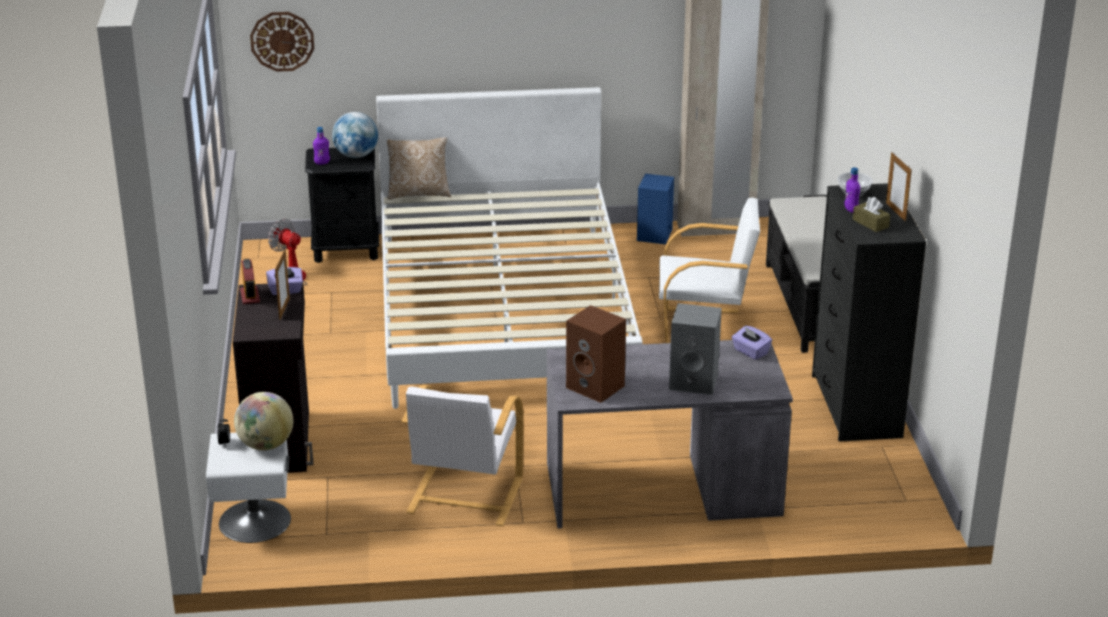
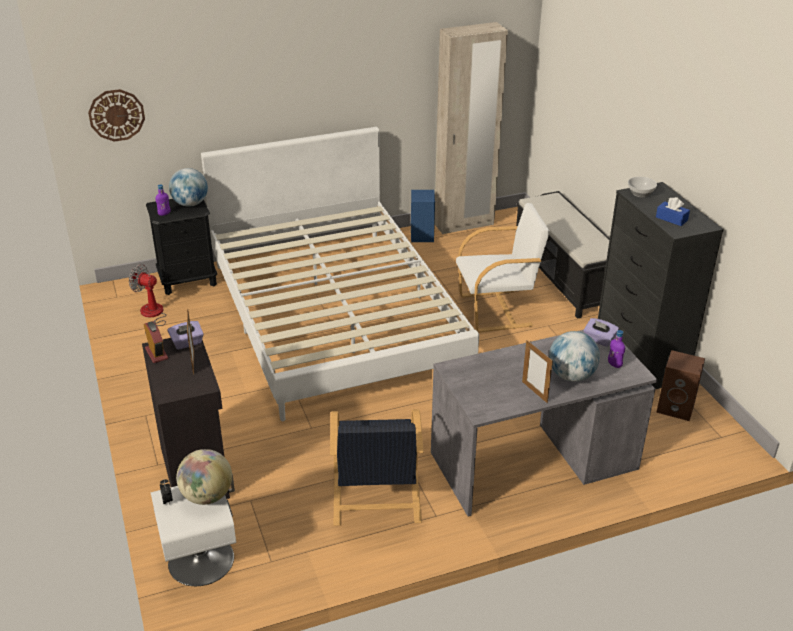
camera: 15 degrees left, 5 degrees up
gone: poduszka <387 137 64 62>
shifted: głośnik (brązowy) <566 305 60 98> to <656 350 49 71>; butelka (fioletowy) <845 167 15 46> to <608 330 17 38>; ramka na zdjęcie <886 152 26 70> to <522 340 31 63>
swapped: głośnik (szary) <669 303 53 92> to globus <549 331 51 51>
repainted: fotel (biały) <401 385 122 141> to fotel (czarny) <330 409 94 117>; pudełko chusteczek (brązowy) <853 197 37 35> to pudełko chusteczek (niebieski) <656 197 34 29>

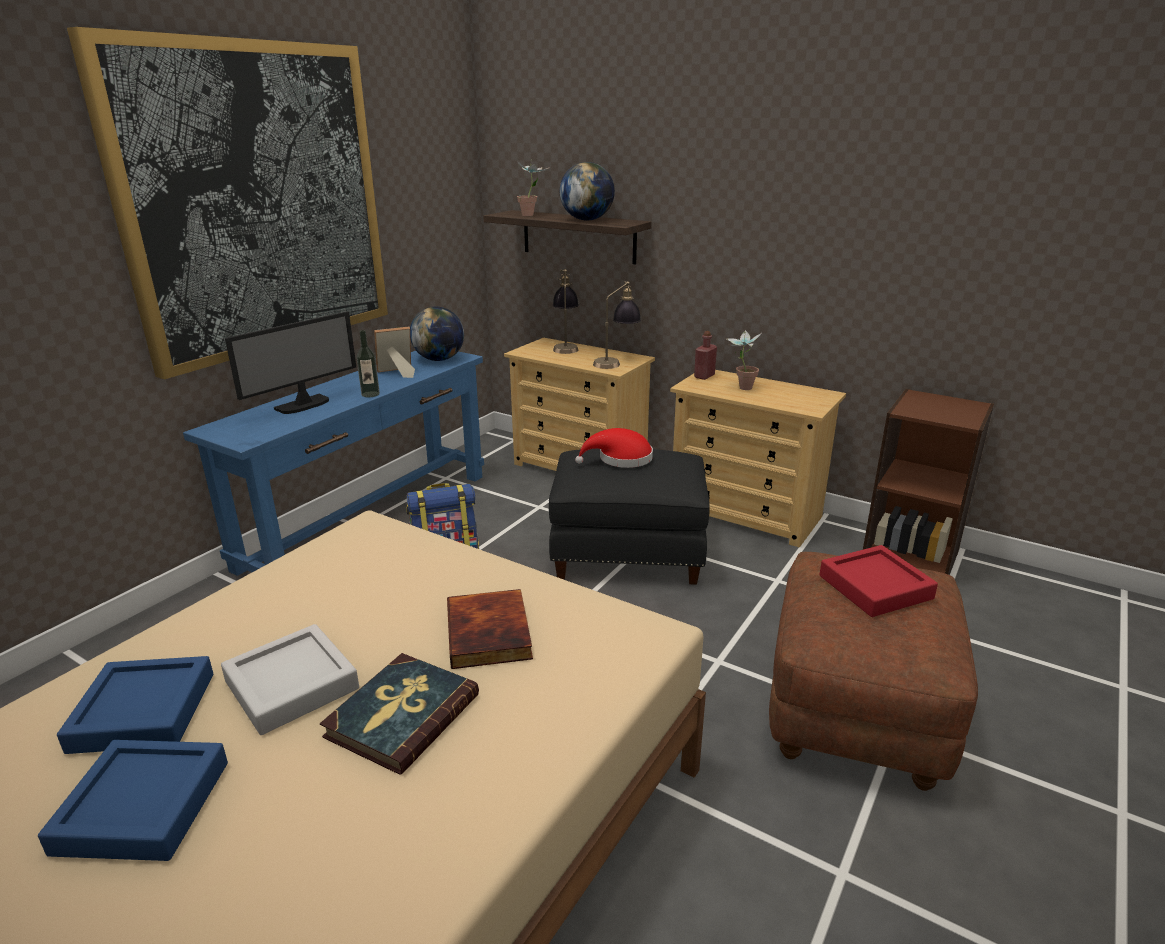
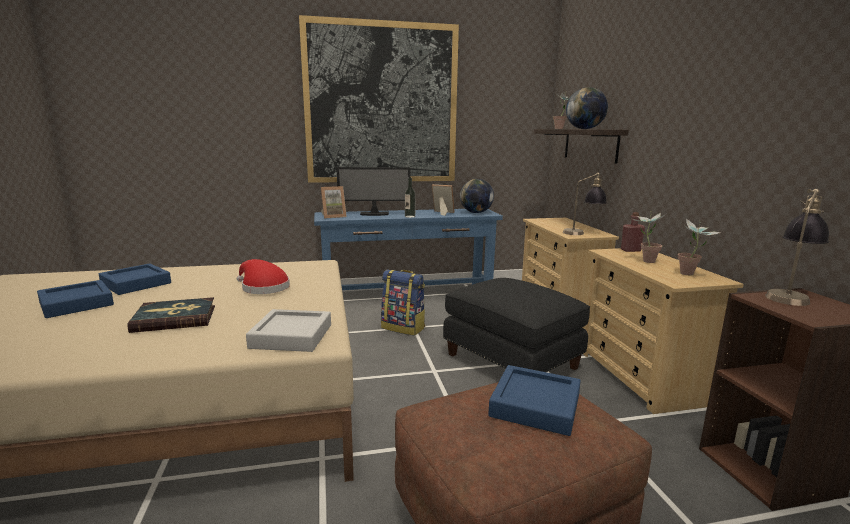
camera: 45 degrees right, 10 degrees down
gone: książka <447 589 86 80>
new: ramka na zdjęcie <321 186 26 33>; roślina doniczkowa <678 218 43 57>
shifted: taca (szary) <221 624 138 111> to <246 309 85 43>; lampa stołowa <552 269 27 85> to <765 189 64 117>; kapelusz (czerwony) <575 428 78 40> to <237 259 53 35>
repainted: taca (czerwony) <819 545 119 72> to taca (niebieski) <488 365 93 71>

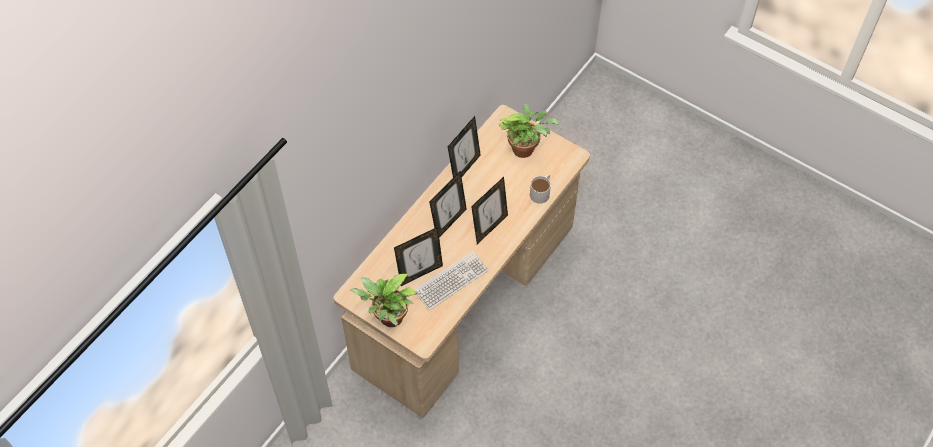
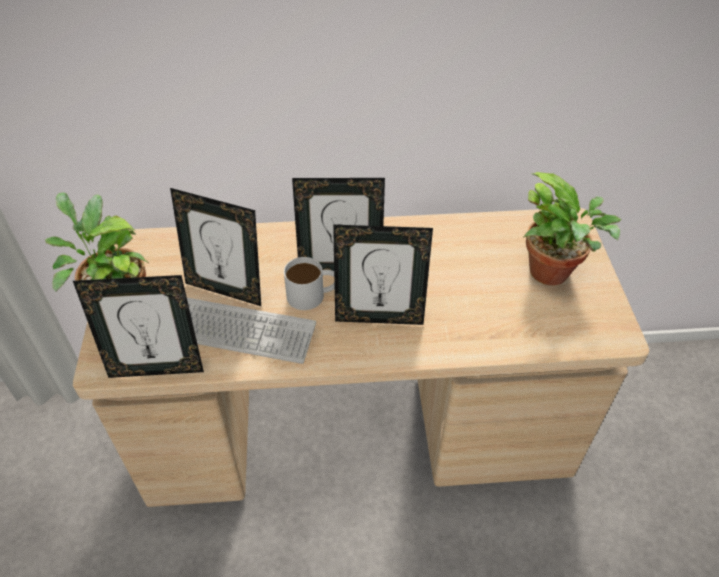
camera: 50 degrees right, 10 degrees down
shifted: ramka na zdjęcie <448 116 33 61> to <73 275 131 103>; kubek (biały) <530 174 21 30> to <284 257 51 53>

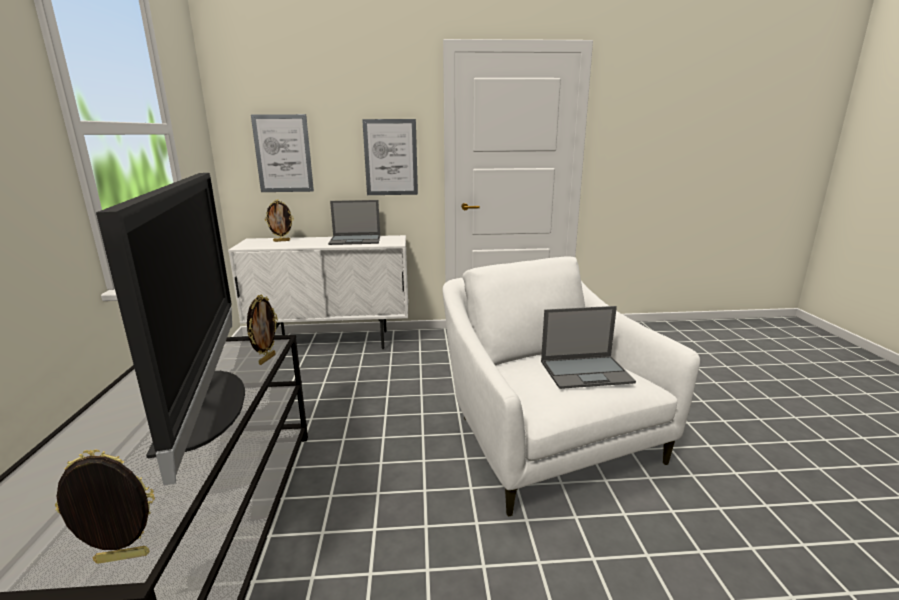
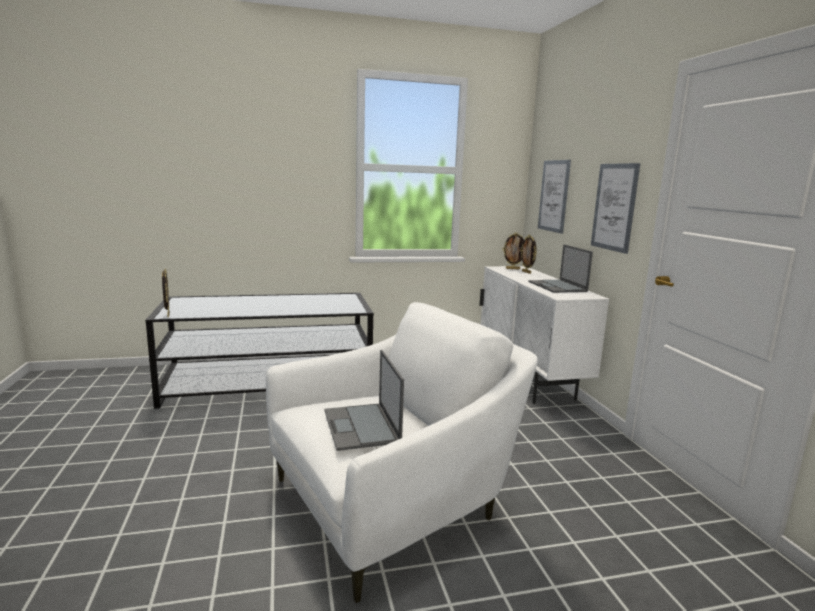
camera: 80 degrees right, 5 degrees down
gone: telewizor <96 173 149 313>
shifted: ramka na zdjęcie <247 295 31 70> to <503 233 21 37>

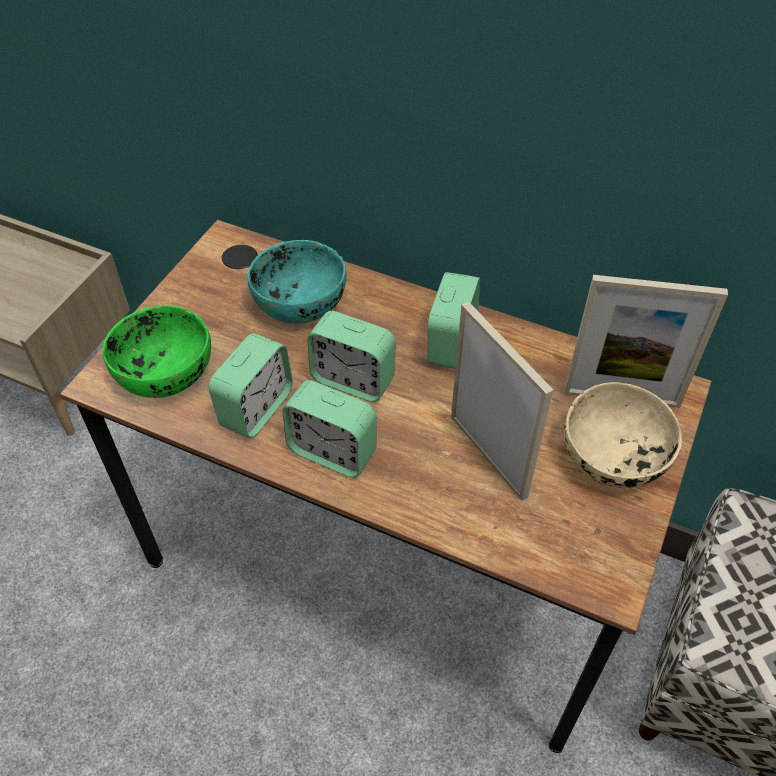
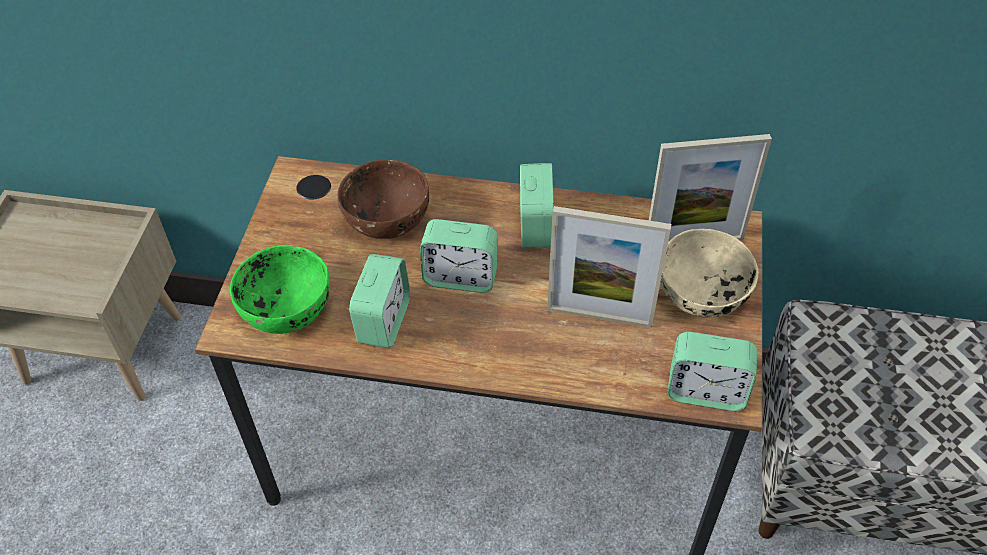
camera: 15 degrees left, 0 degrees up
shifted: budzik <282 380 95 98> to <668 332 89 79>
repainted: miska (turkusowy) <247 240 99 84> to miska (brązowy) <337 159 92 80>
rotated: ramka na zdjęcie <451 301 102 200> = <547 206 124 122> 150 degrees clockwise

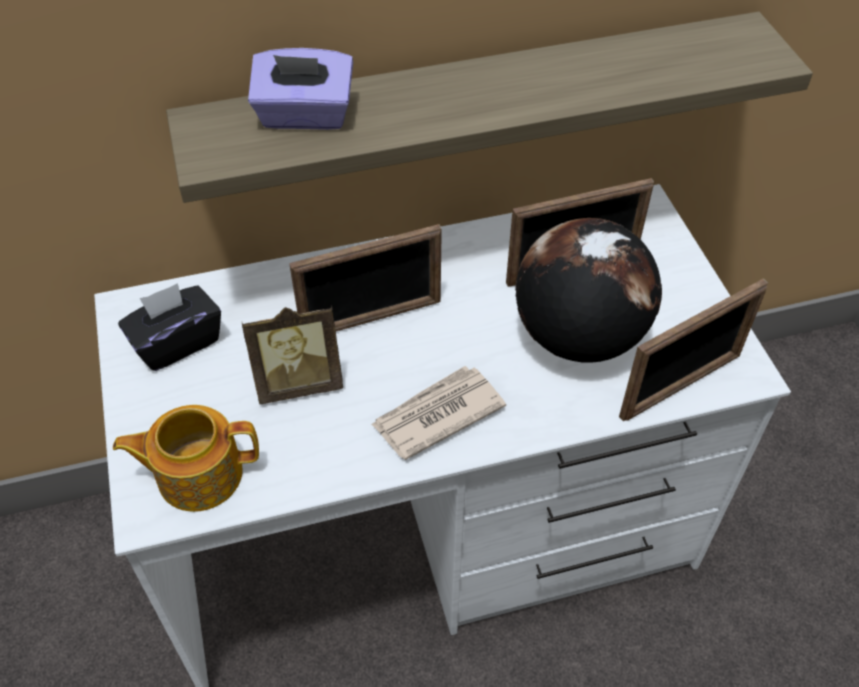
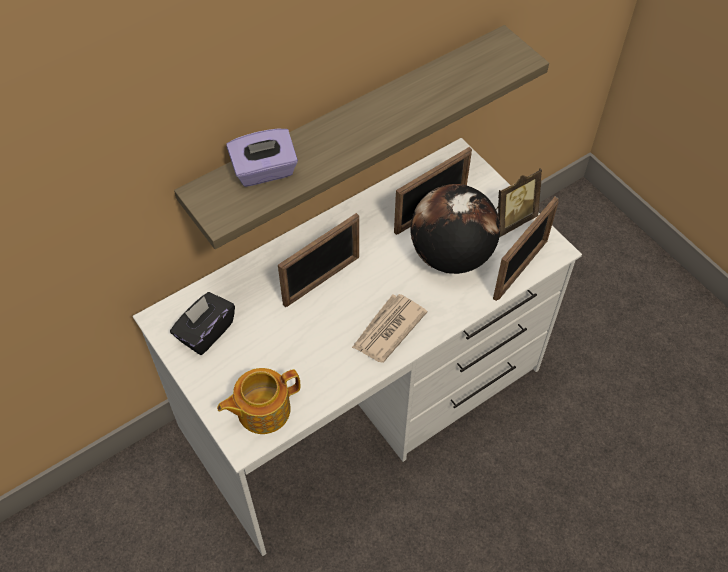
camera: 20 degrees left, 5 degrees up
shifted: ramka na zdjęcie <241 305 102 99> to <496 168 46 69>

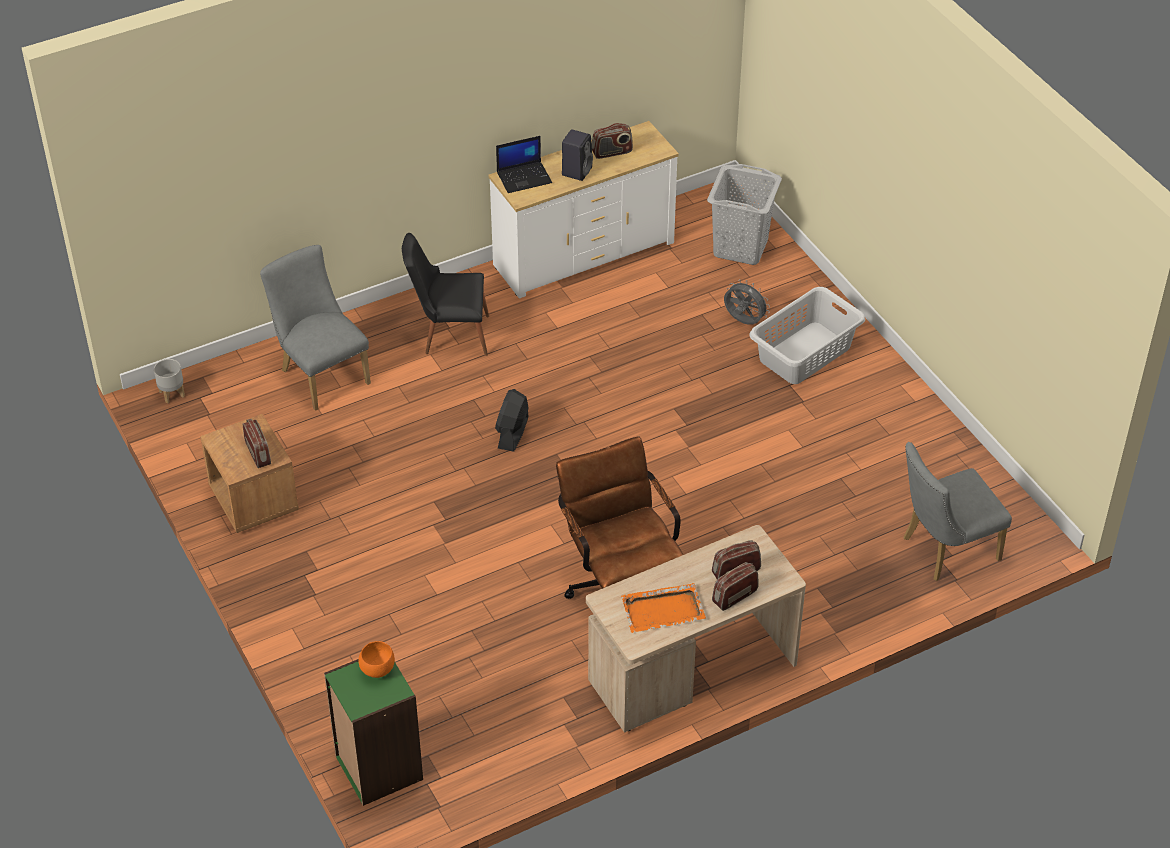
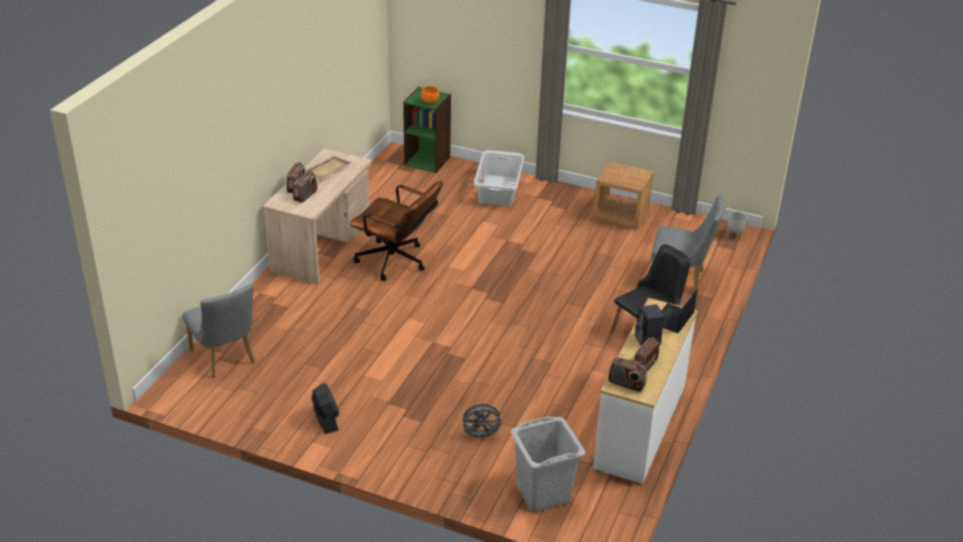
camera: 140 degrees right, 10 degrees down
shifted: radio <243 419 28 49> to <608 357 39 35>; wentylator (czarny) <495 389 34 63> to <312 383 27 51>; kosz na pranie (szary) <749 287 116 97> to <474 150 51 56>
repainted: taca (pomarańczowy) <621 583 85 50> to taca (beżowy) <305 155 47 25>
rotated: krzesło (szary) <904 442 108 139> = <183 284 73 94> 120 degrees clockwise

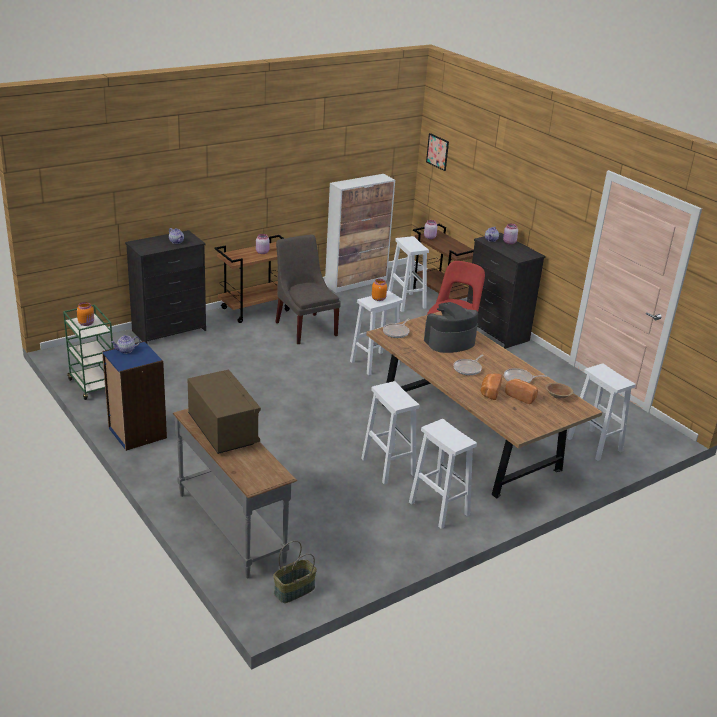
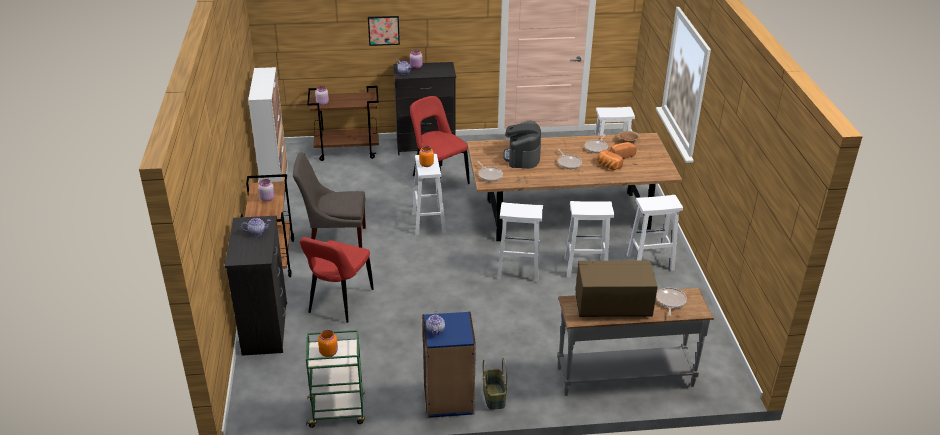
camera: 60 degrees left, 5 degrees up
new: krzesło (czerwony) <300 237 74 86>; patelnia <656 288 31 28>
shifted: koszyk <273 541 44 62> to <483 358 24 52>; stołek (biały) <388 236 41 76> to <497 202 46 80>; obraz <426 133 23 38> to <368 16 32 30>

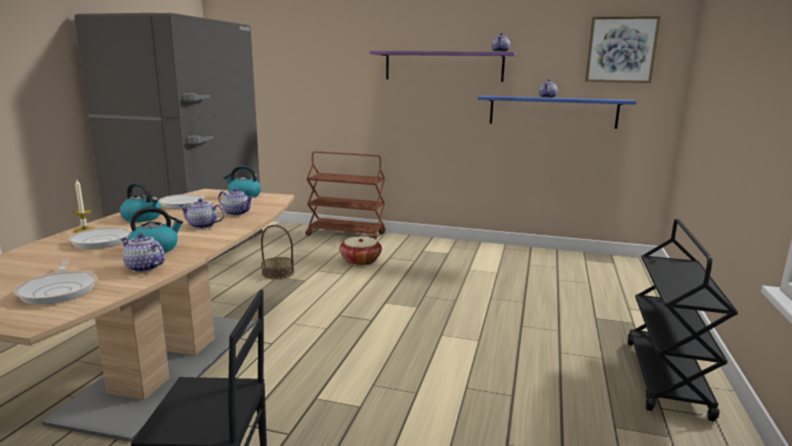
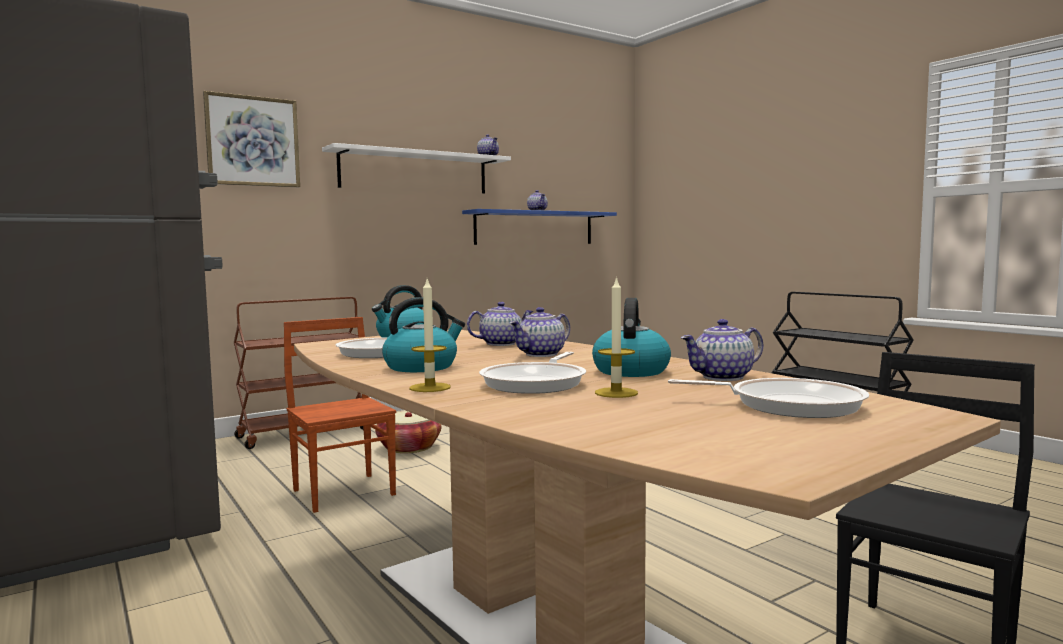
camera: 50 degrees left, 10 degrees down
new: świeca <595 276 43 122>
shifted: obraz <585 16 76 67> to <203 91 97 96>
swapped: koszyk <261 225 34 54> to krzesło (brązowy) <284 317 112 196>
repainted: półka (fioletowy) <370 51 146 31> to półka (biały) <322 143 189 51>

